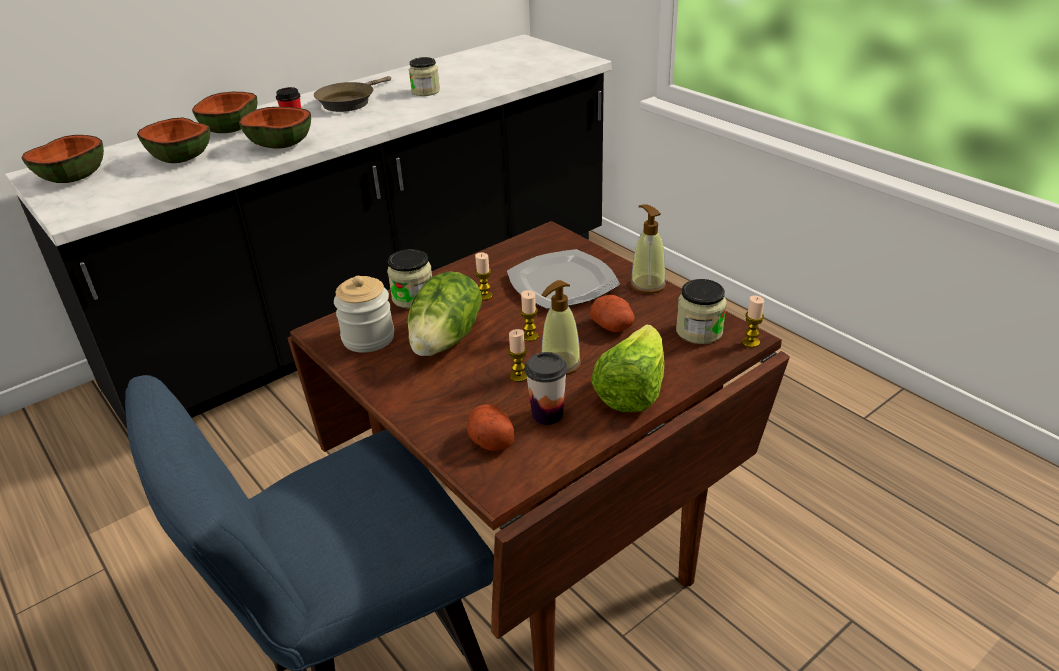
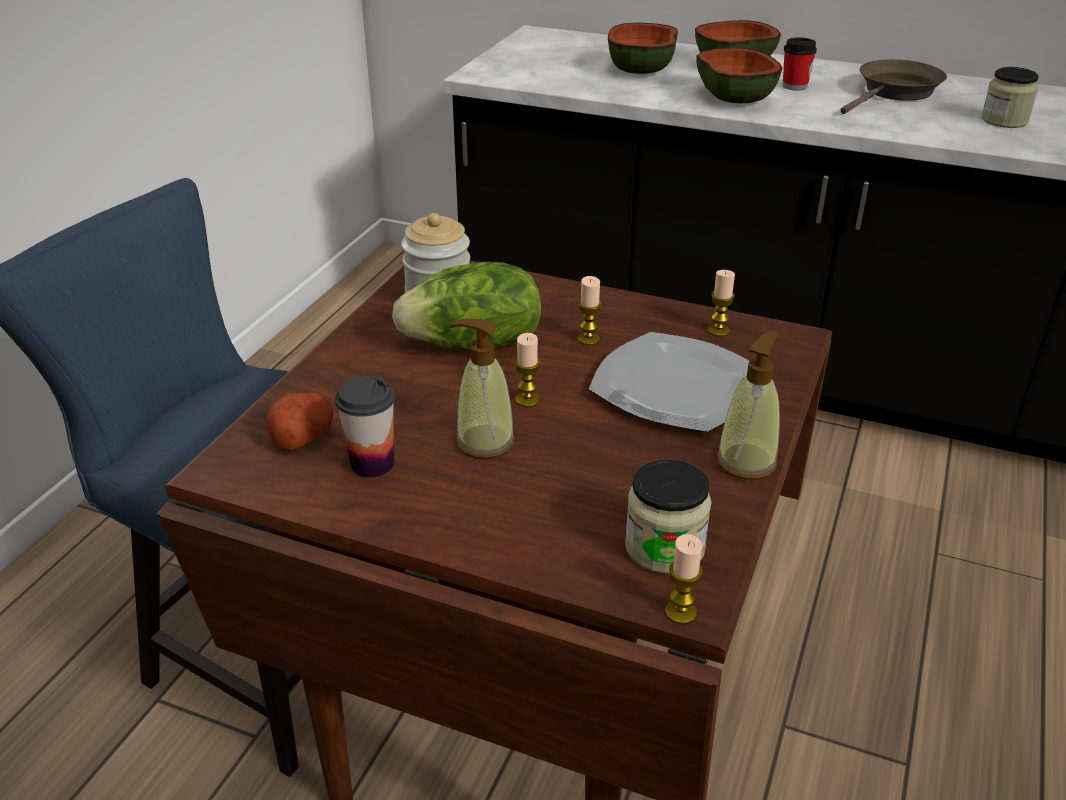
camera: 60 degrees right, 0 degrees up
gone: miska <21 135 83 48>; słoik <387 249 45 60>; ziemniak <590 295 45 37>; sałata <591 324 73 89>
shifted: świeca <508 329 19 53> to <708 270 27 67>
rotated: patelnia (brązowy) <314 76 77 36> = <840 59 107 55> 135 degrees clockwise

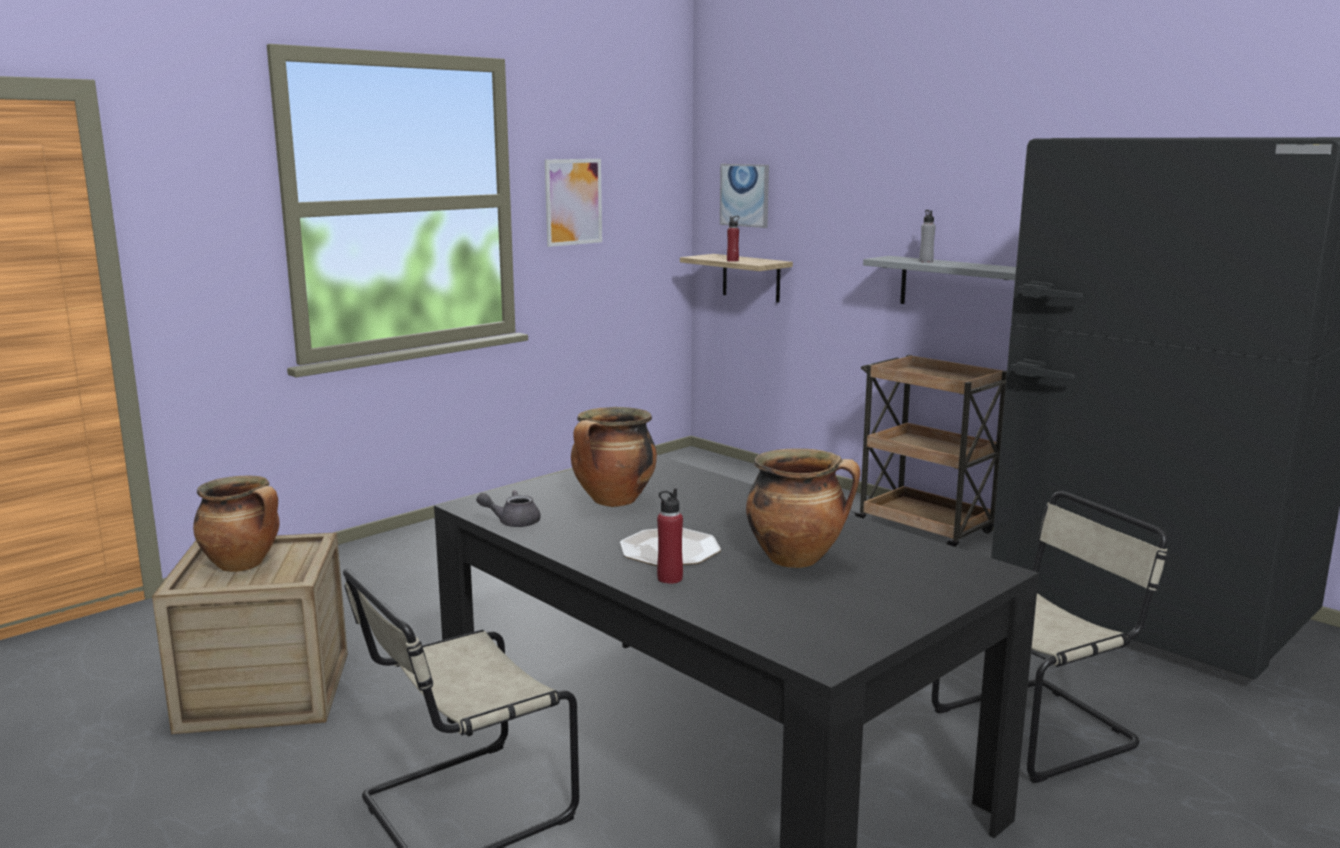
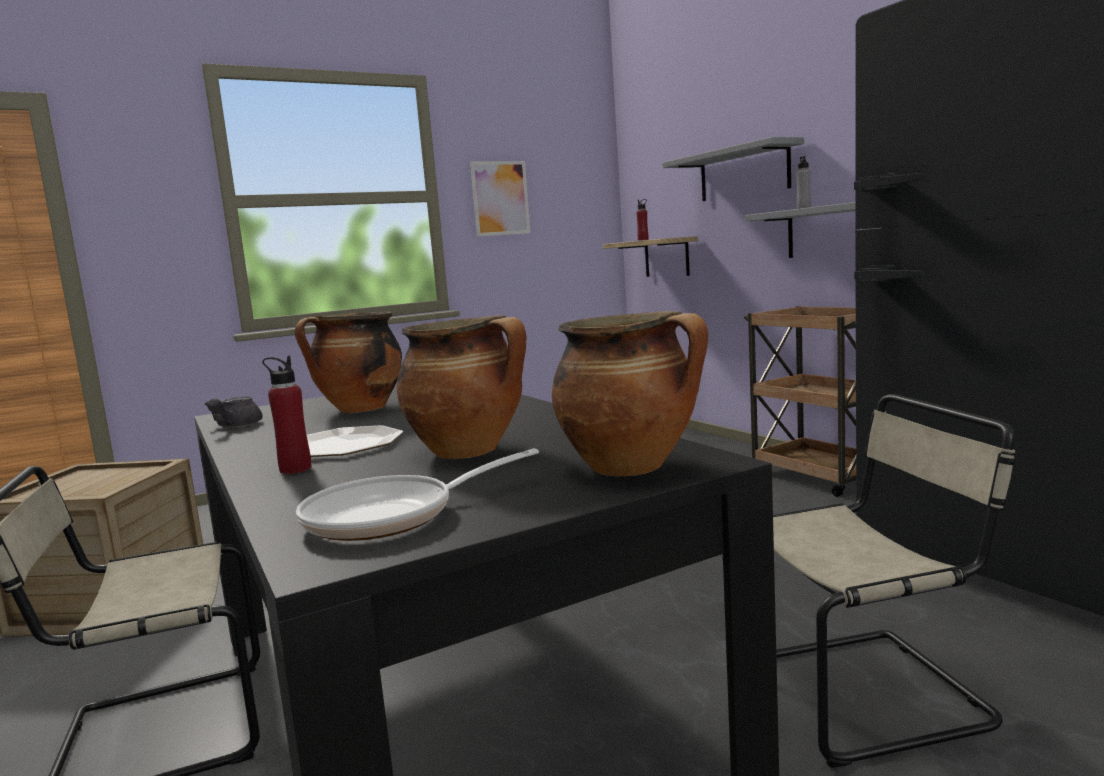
camera: 15 degrees right, 5 degrees down
gone: obraz <720 164 49 64>
new: patelnia <296 448 243 93>; półka (szary) <662 137 142 64>
shifted: garnek <193 476 87 96> to <552 311 156 165>
rotated: imbryk (szary) <476 490 65 37> = <205 397 58 31> 90 degrees counterclockwise

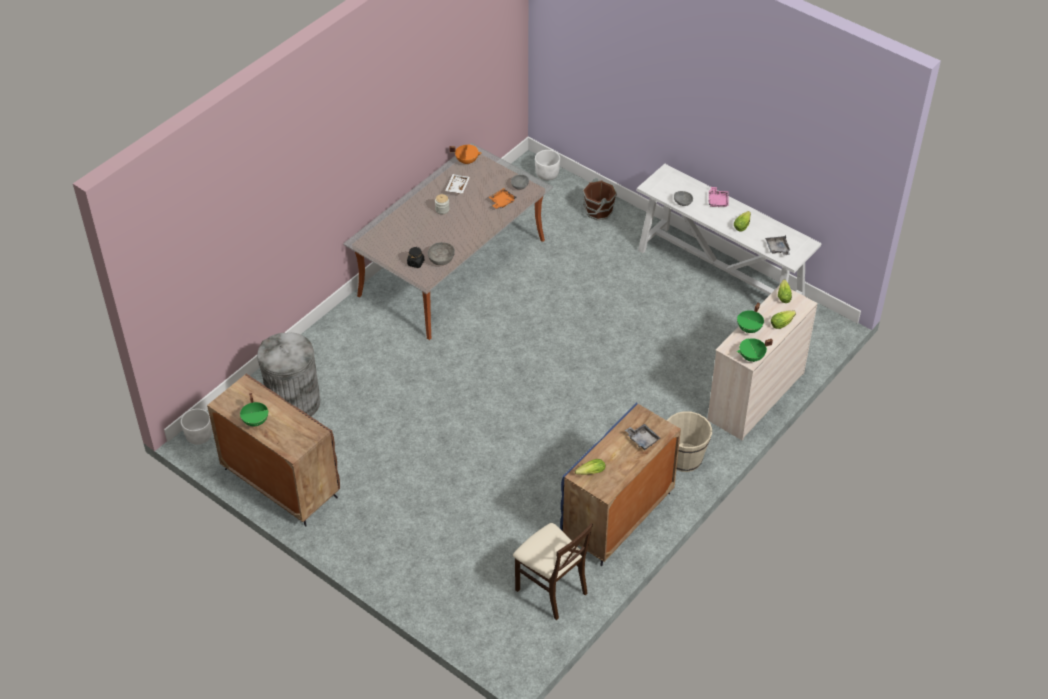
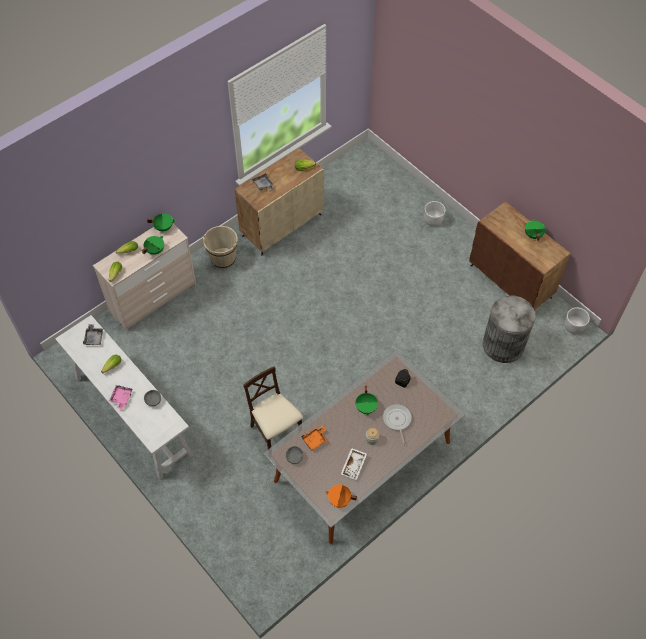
camera: 170 degrees left, 10 degrees up
gone: miska (szary) <428 242 27 23>; wiadro (brązowy) <582 178 35 42>
new: garnek (zielony) <355 386 23 30>; patelnia <383 404 29 41>
shifted: krzesło (beżowy) <513 523 80 97> to <243 366 60 83>; donica (biały) <535 150 25 31> to <424 201 22 26>
repainted: szafka (niebieski) <560 403 121 163> to szafka (beżowy) <235 148 89 107>

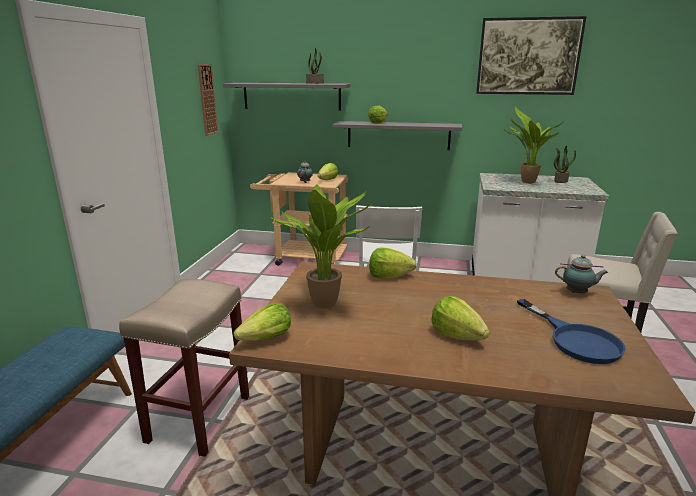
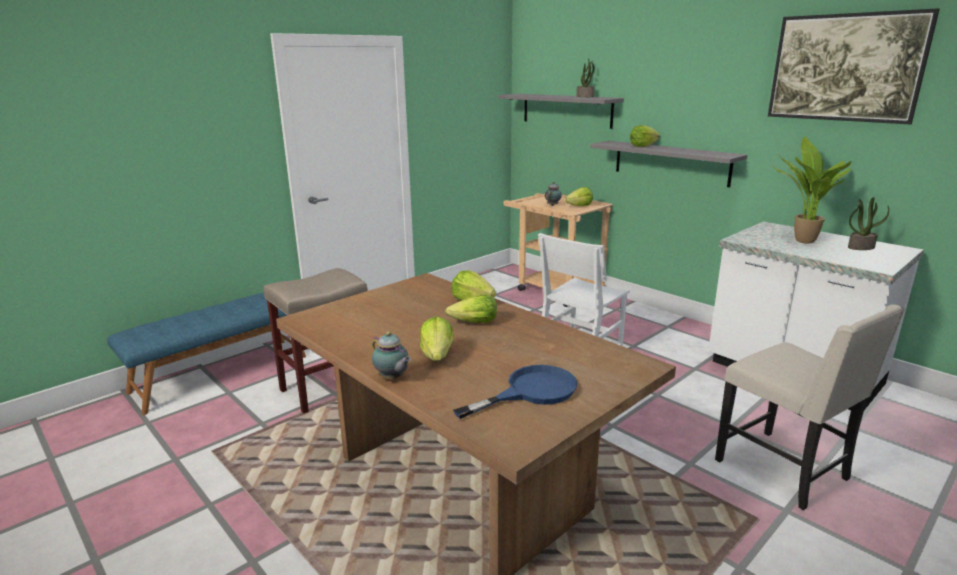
camera: 35 degrees right, 0 degrees up
gone: zegar ścienny <198 64 20 72>; roślina doniczkowa <270 184 103 125>
shifted: sałata <233 303 58 38> to <445 295 52 28>; imbryk <555 255 53 39> to <372 331 39 48>
rotated: patelnia (niebieski) <517 299 109 65> = <453 365 124 54> 135 degrees counterclockwise

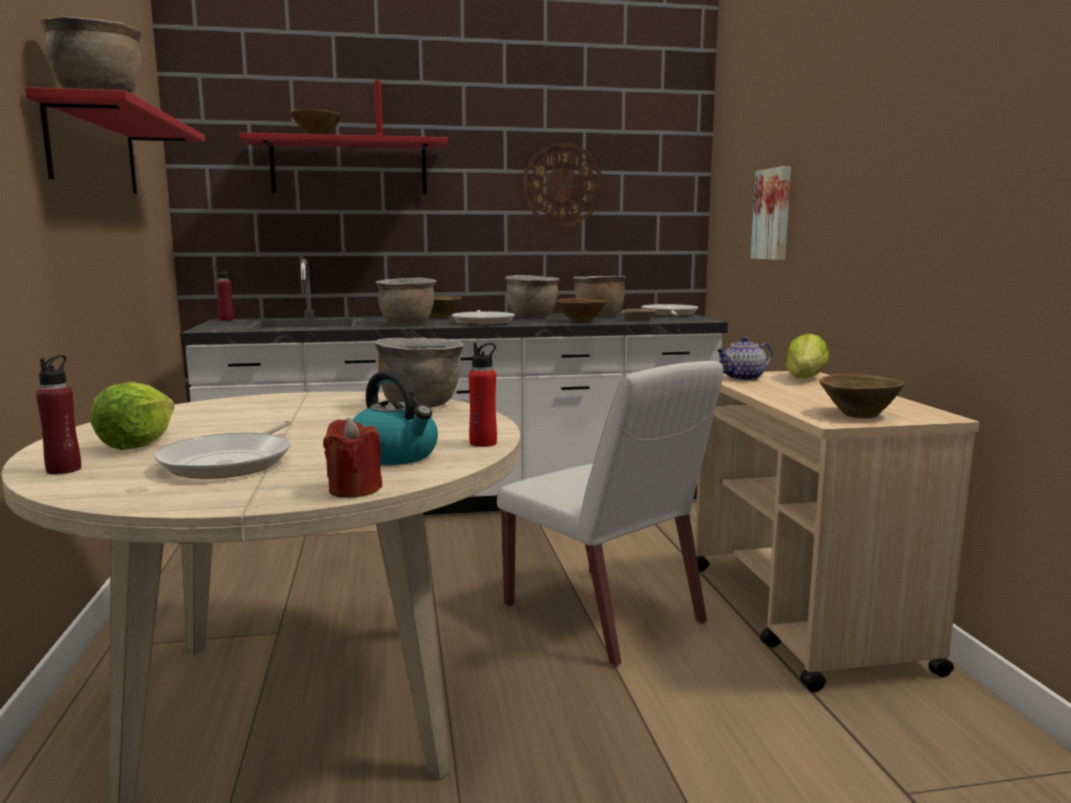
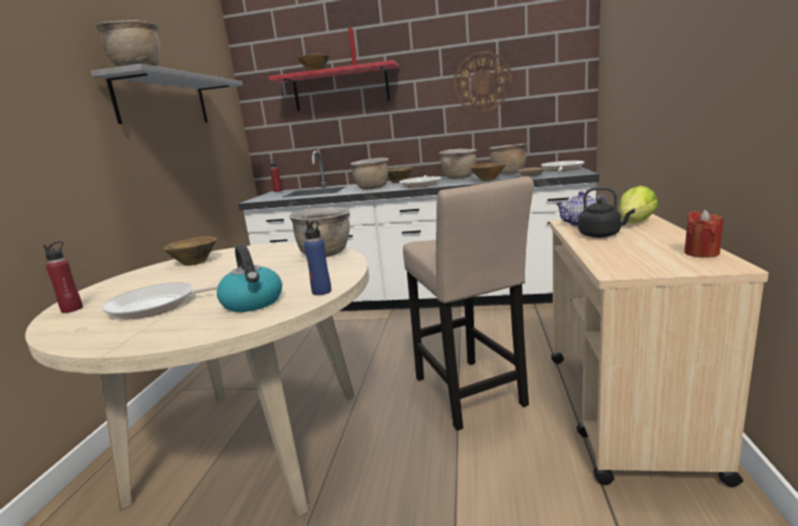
camera: 20 degrees right, 5 degrees up
gone: sałata <90 382 84 68>; obraz <751 166 40 94>
new: czajnik (czarny) <578 187 57 51>
shifted: świeca (czerwony) <323 418 59 80> to <684 210 39 48>; miska (brązowy) <819 374 85 44> to <163 237 54 29>
swapped: krzesło (biały) <497 361 226 306> to stołek (beżowy) <403 176 131 255>
repainted: półka (czerwony) <25 87 180 107> to półka (szary) <91 64 152 60>; butelka (czerwony) <468 343 29 104> to butelka (niebieski) <304 221 27 74>
rotated: patelnia <154 421 137 58> = <102 282 116 37> 45 degrees clockwise

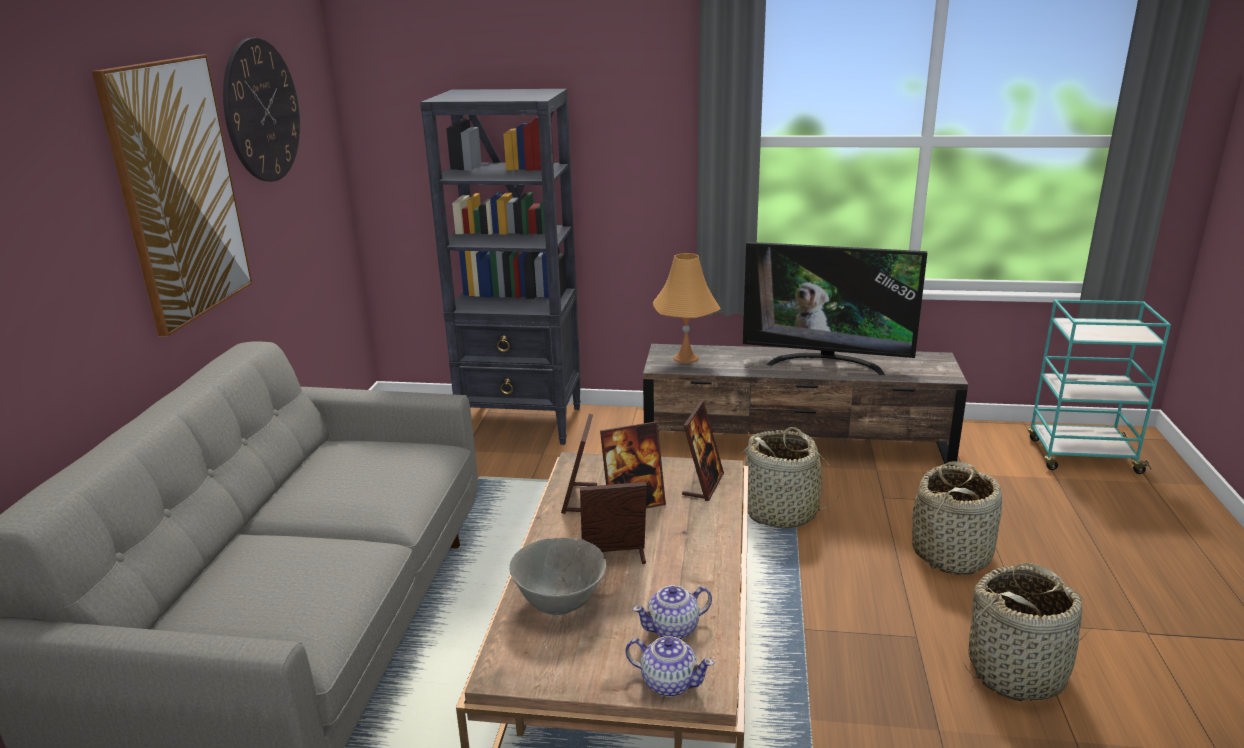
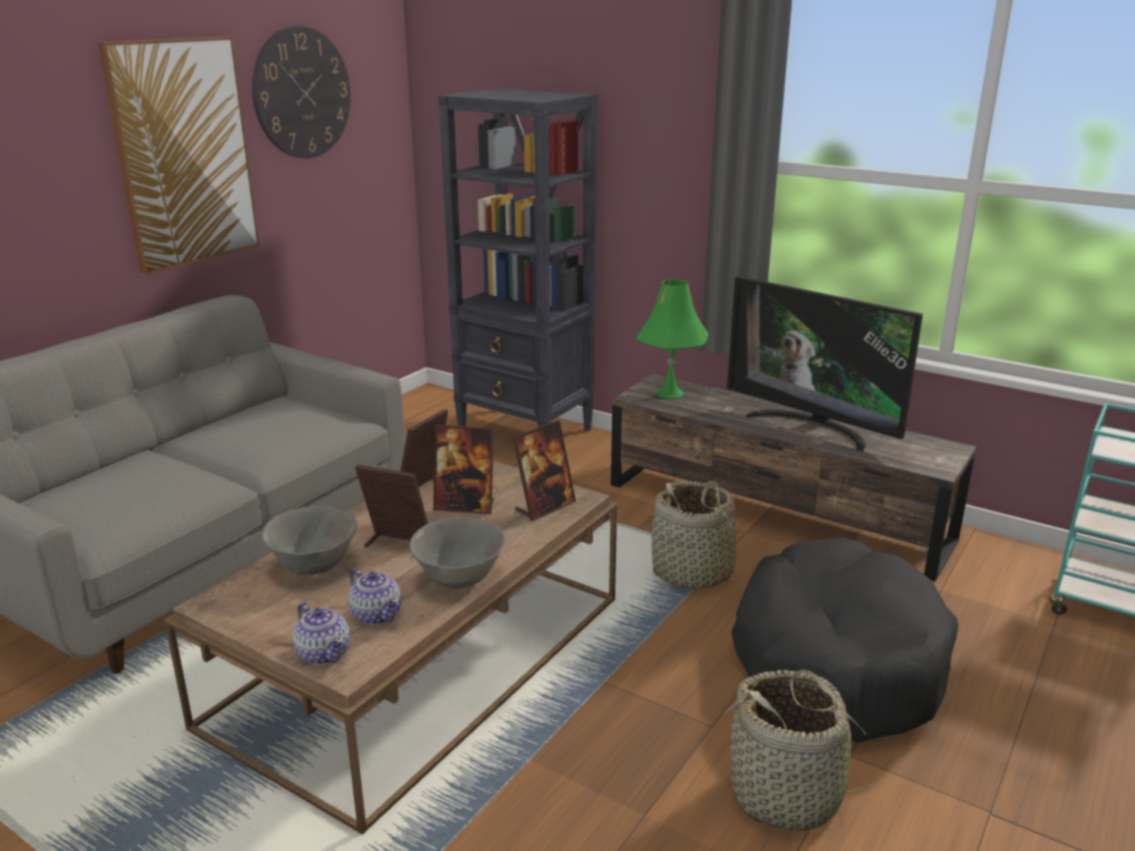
camera: 25 degrees right, 0 degrees up
new: miska (szary) <409 517 96 71>
swapped: koszyk <912 462 90 113> to legowisko (czarny) <731 538 227 204>
repainted: lampa stołowa (pomarańczowy) <653 253 68 110> to lampa stołowa (zielony) <636 279 72 120>
rotated: imbryk <632 585 80 54> = <349 568 53 57> 135 degrees counterclockwise

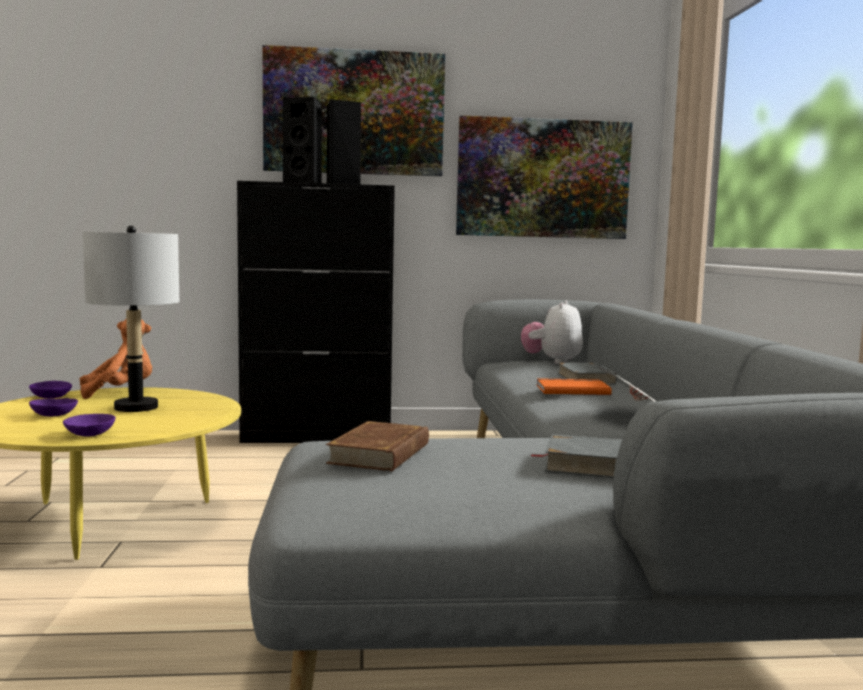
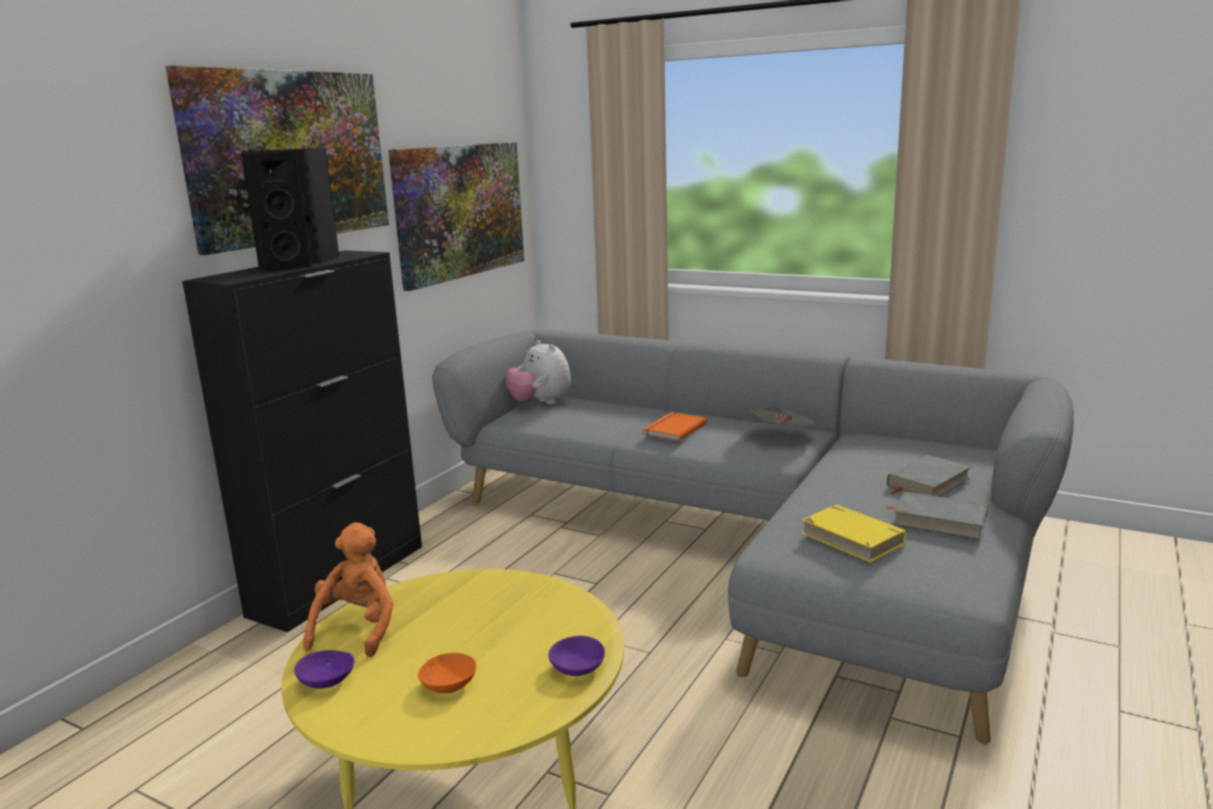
camera: 55 degrees left, 10 degrees up
gone: lampa stołowa (szary) <83 226 96 186>
shifted: książka (szary) <557 363 60 22> to <886 492 102 48>
repainted: miska (fioletowy) <29 398 49 18> to miska (pomarańczowy) <418 653 59 40>; książka (brązowy) <326 421 103 50> to książka (żółty) <801 504 105 58>

